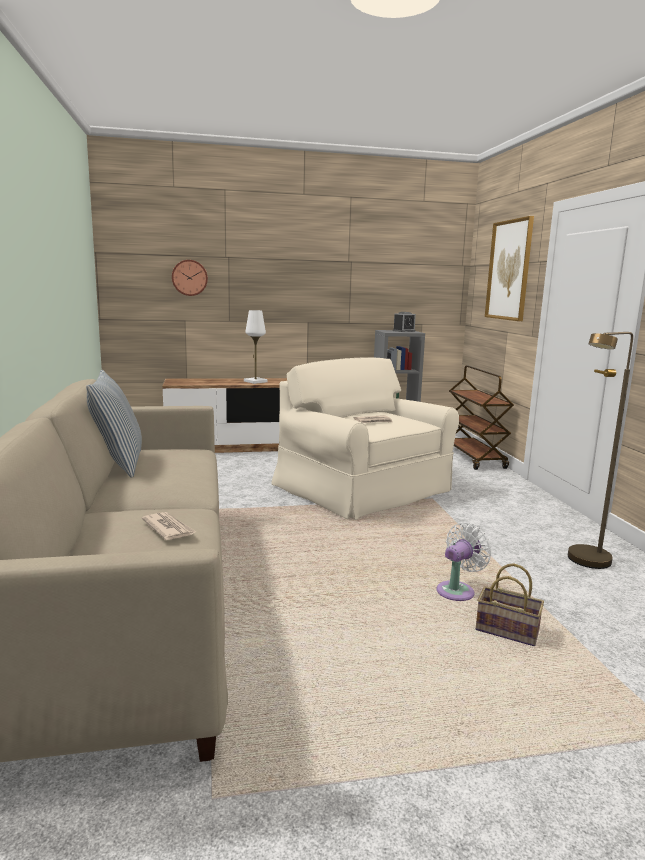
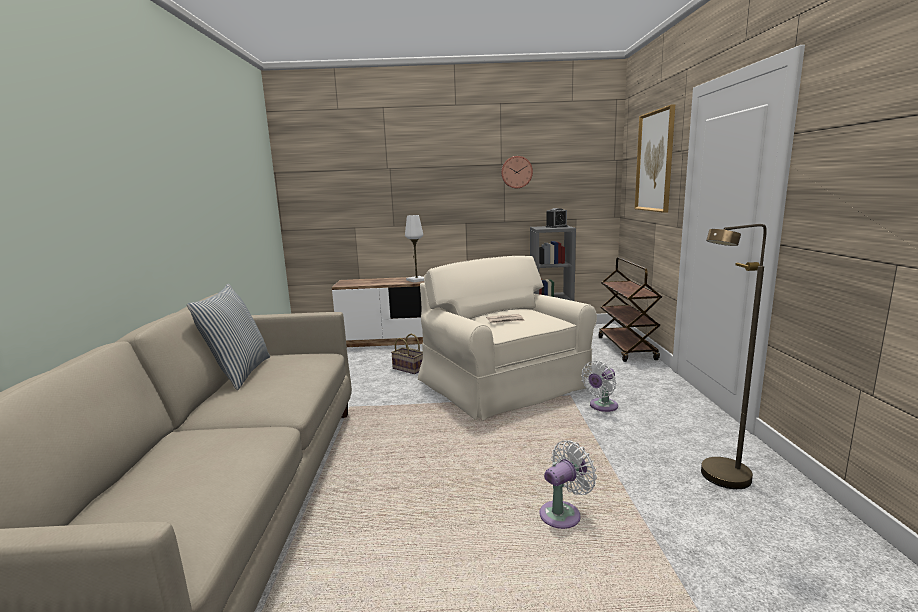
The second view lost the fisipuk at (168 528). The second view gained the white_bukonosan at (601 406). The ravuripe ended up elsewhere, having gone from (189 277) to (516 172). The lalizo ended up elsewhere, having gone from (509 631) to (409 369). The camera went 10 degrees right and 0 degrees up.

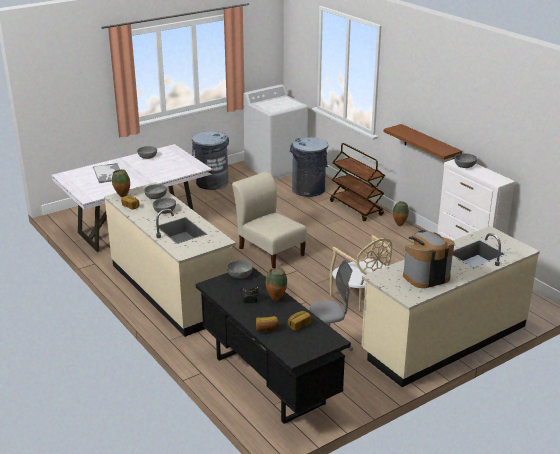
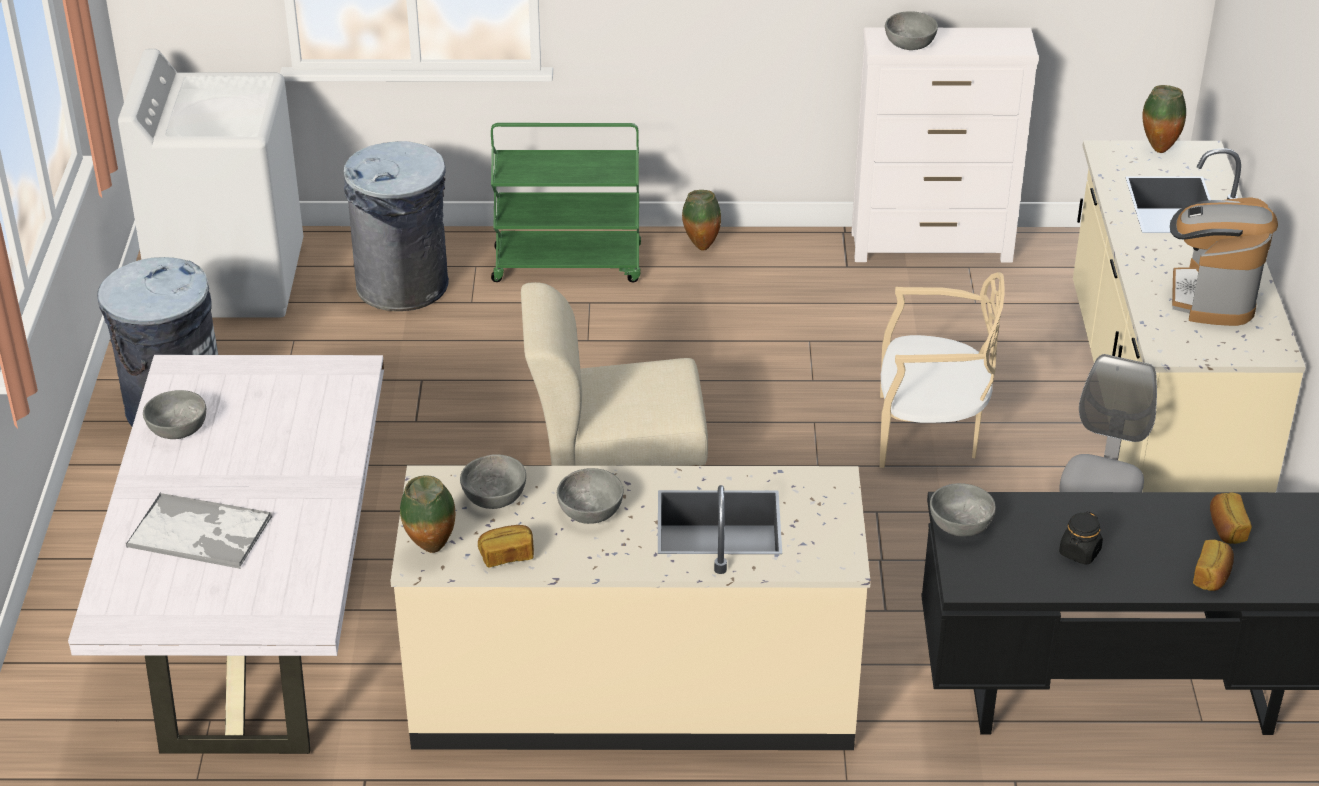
The second view lost the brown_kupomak at (429 146). The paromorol ended up elsewhere, having gone from (276 299) to (1157 149). What was the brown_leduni at (356 208) turned into the green_leduni at (568 264). The camera went 55 degrees left and 10 degrees up.

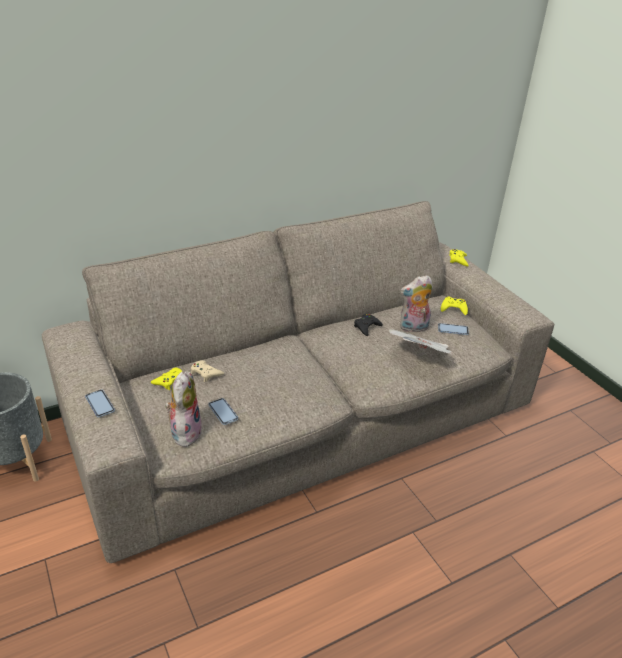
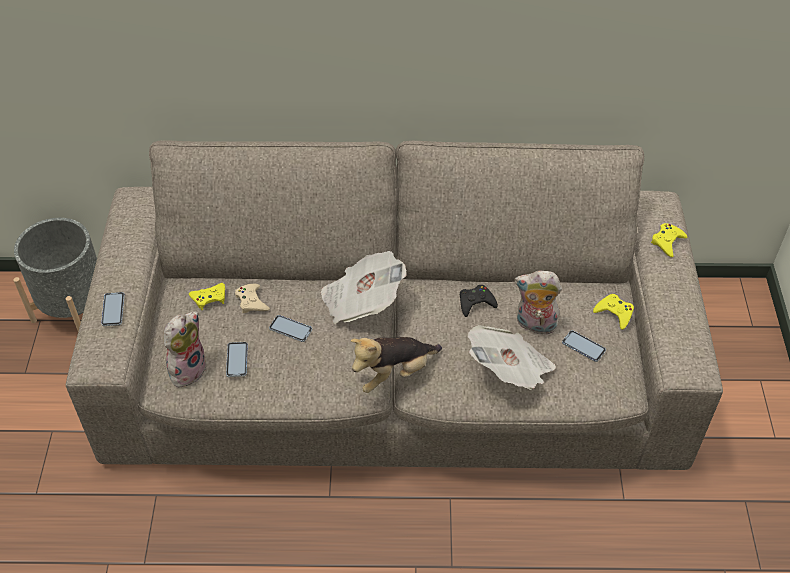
The second view gained the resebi at (290 329). The second view gained the fisipuk at (362 301). The second view gained the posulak at (393 373). The camera went 30 degrees right and 15 degrees up.

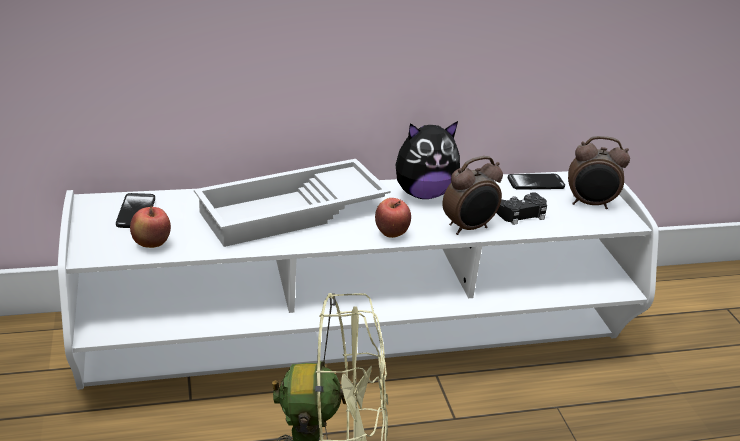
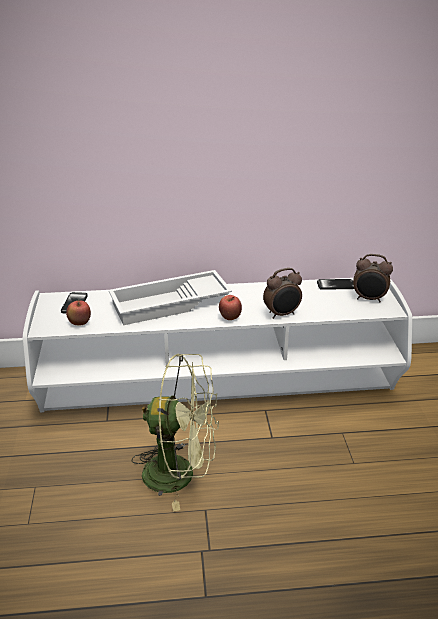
The second view lost the posulak at (422 193). The second view lost the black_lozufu at (520 213). The camera went 10 degrees right and 0 degrees up.

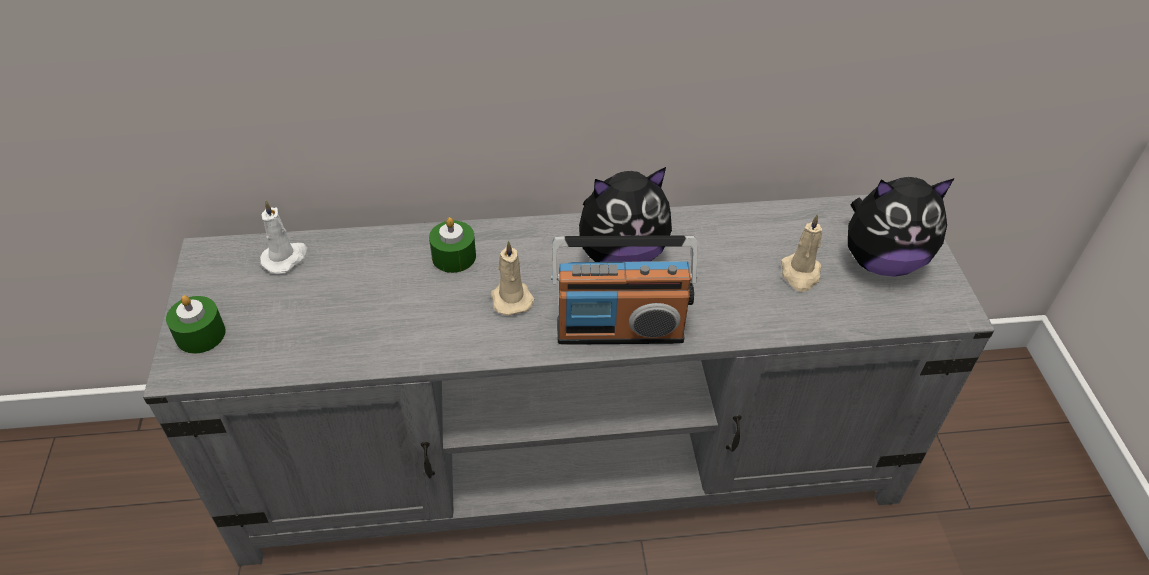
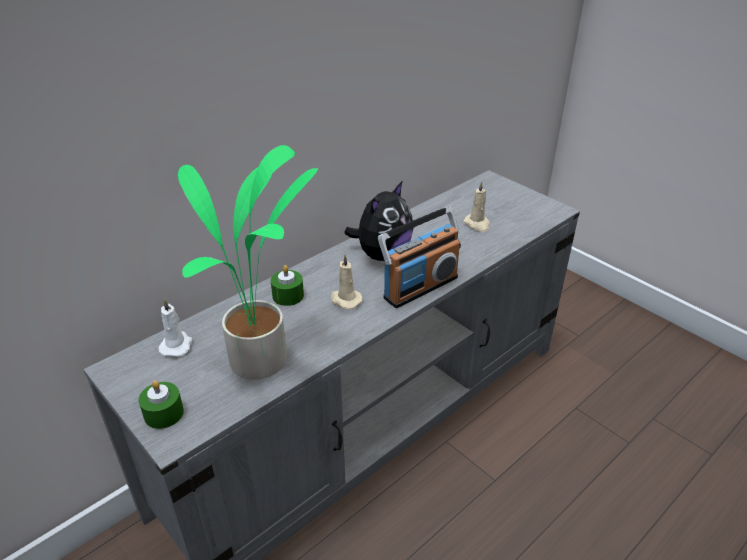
The second view lost the posulak at (881 261). The second view gained the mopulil at (263 361). The camera went 35 degrees left and 10 degrees down.

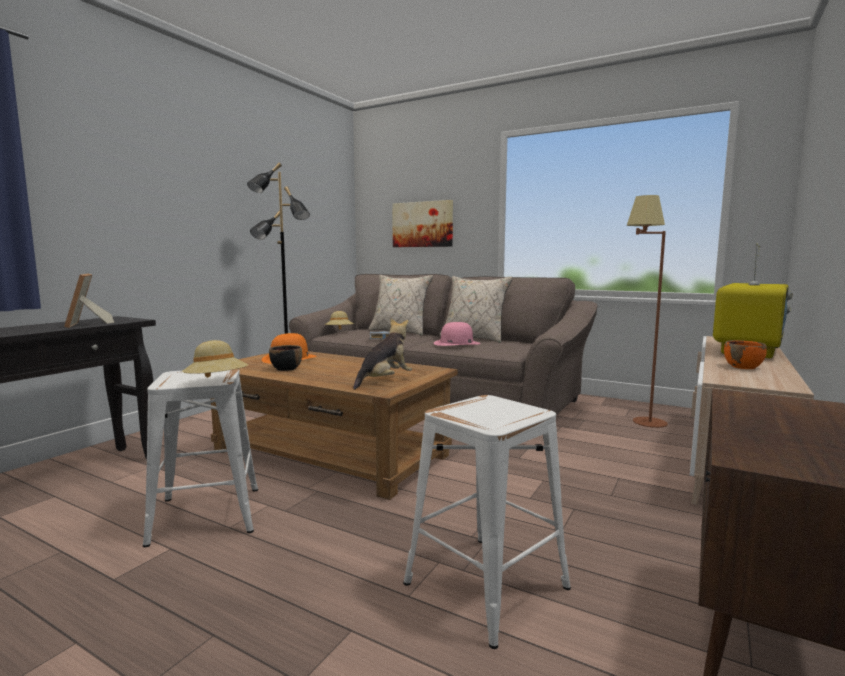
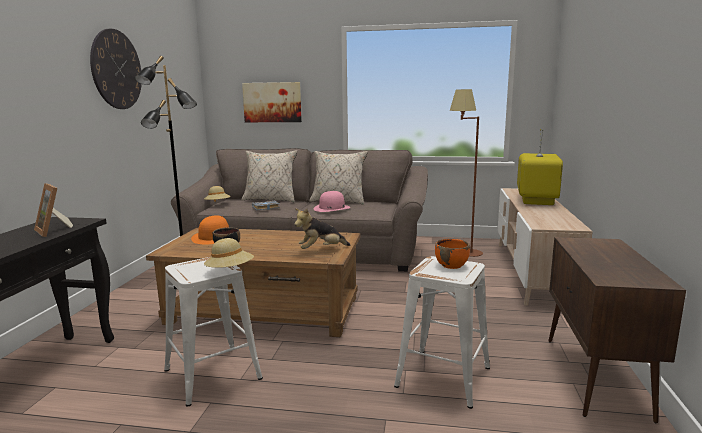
The second view gained the ravuripe at (116 69). The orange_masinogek ended up elsewhere, having gone from (743 367) to (451 265). The posulak at (384 381) ended up facing another way, 135 degrees counterclockwise from before. The camera went 20 degrees left and 5 degrees up.

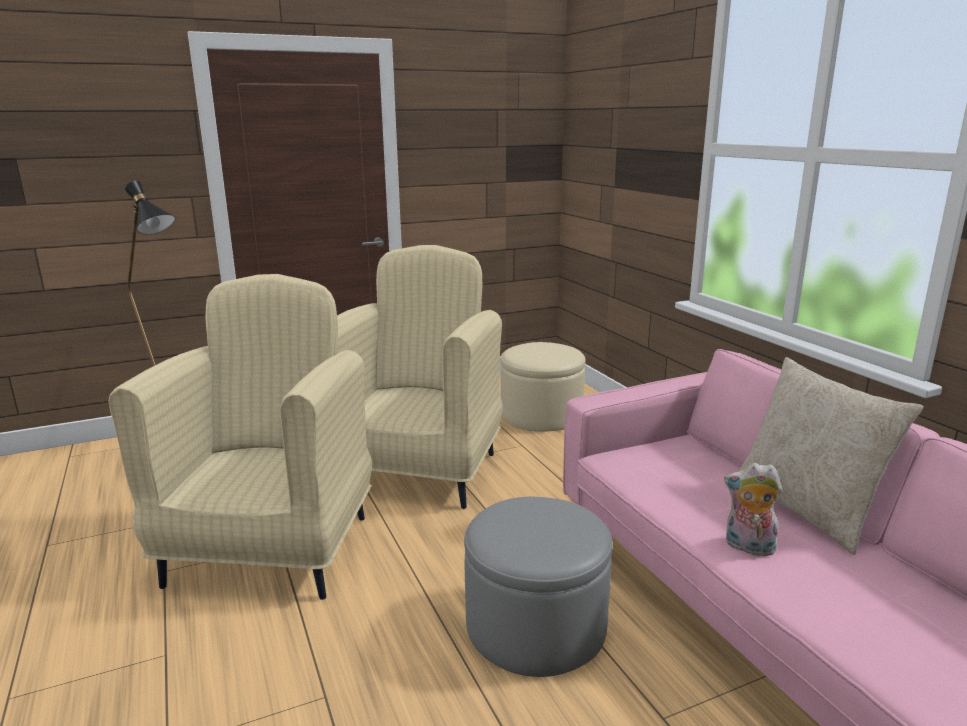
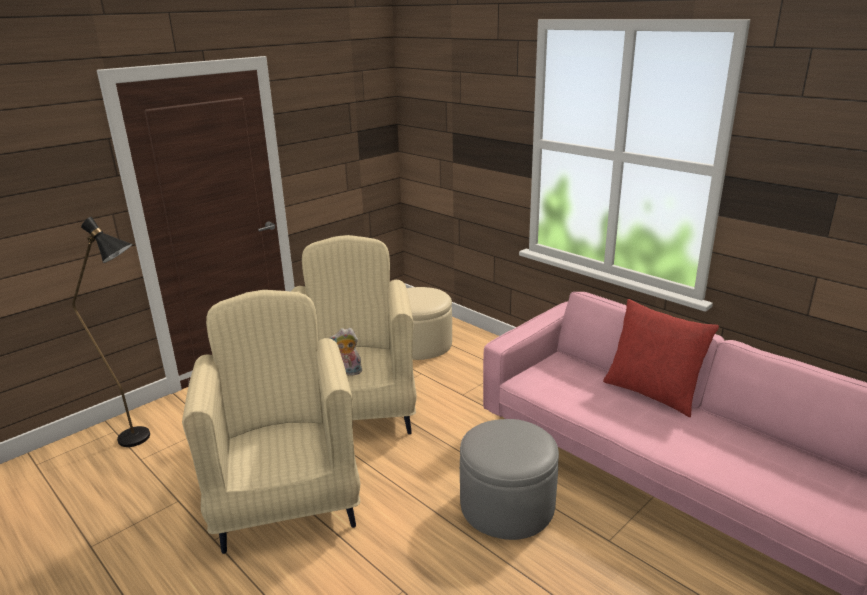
The posulak ended up elsewhere, having gone from (748 547) to (348 372). What was the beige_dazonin at (806 509) turned into the red_dazonin at (652 392). The camera went 20 degrees left and 5 degrees up.

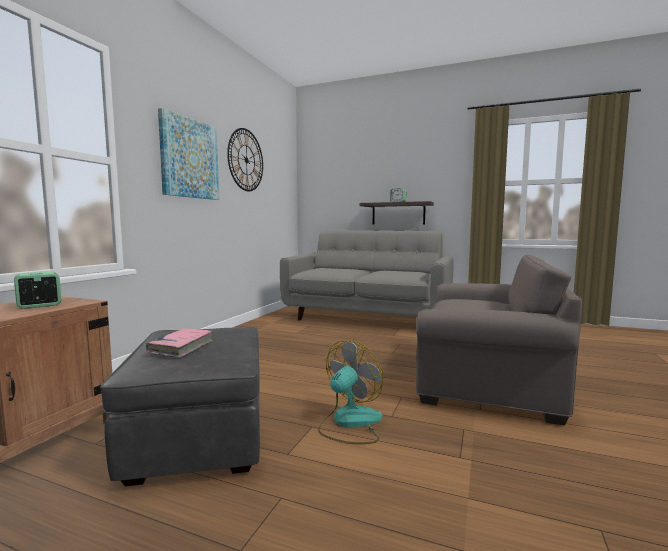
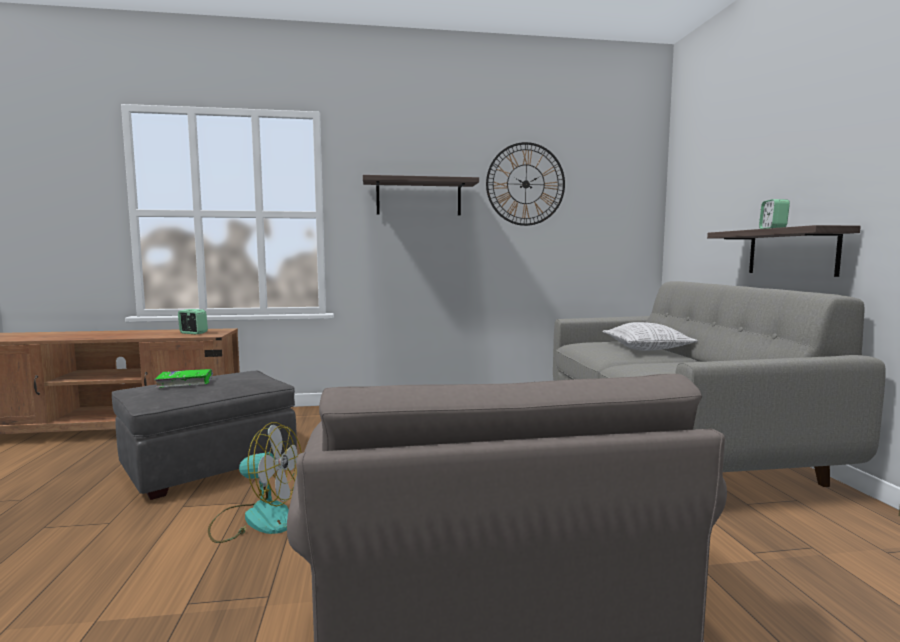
The second view gained the dazonin at (647 348). Where the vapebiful hung at (189 158), the kupomak came to hang at (419 197). What was the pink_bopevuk at (181 348) turned into the green_bopevuk at (185 383). The camera went 60 degrees right and 0 degrees up.

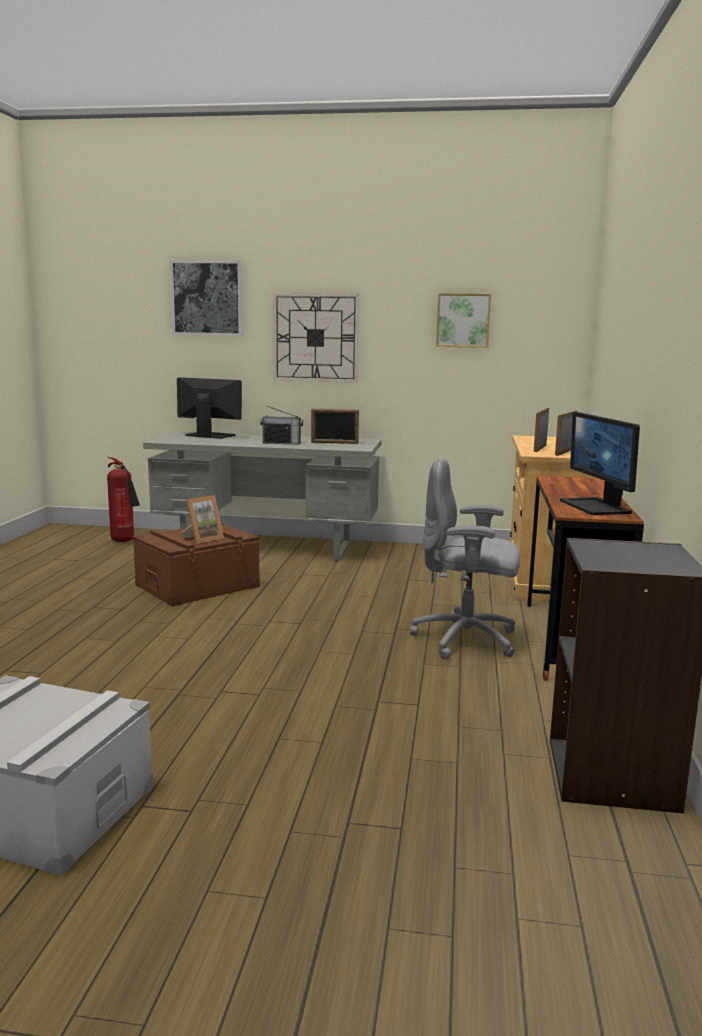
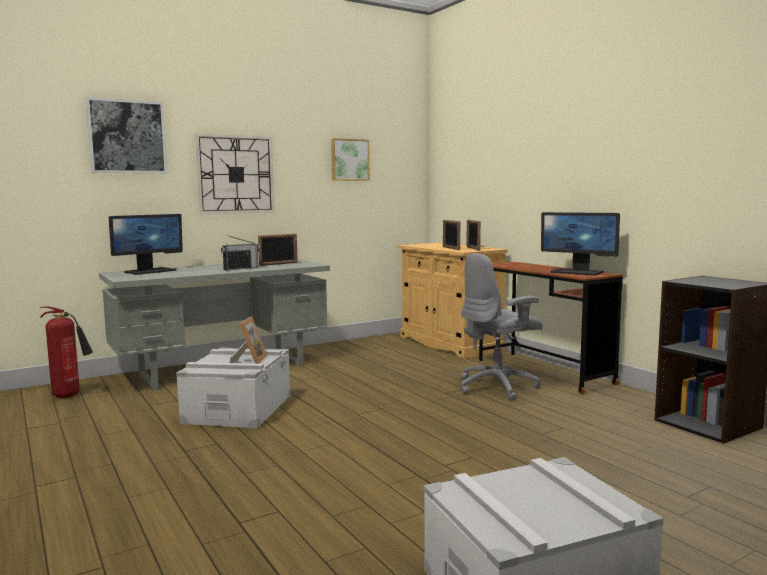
What was the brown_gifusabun at (197 586) turned into the grey_gifusabun at (238 409). The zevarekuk at (209 435) ended up facing another way, 150 degrees clockwise from before. The camera went 40 degrees left and 5 degrees down.

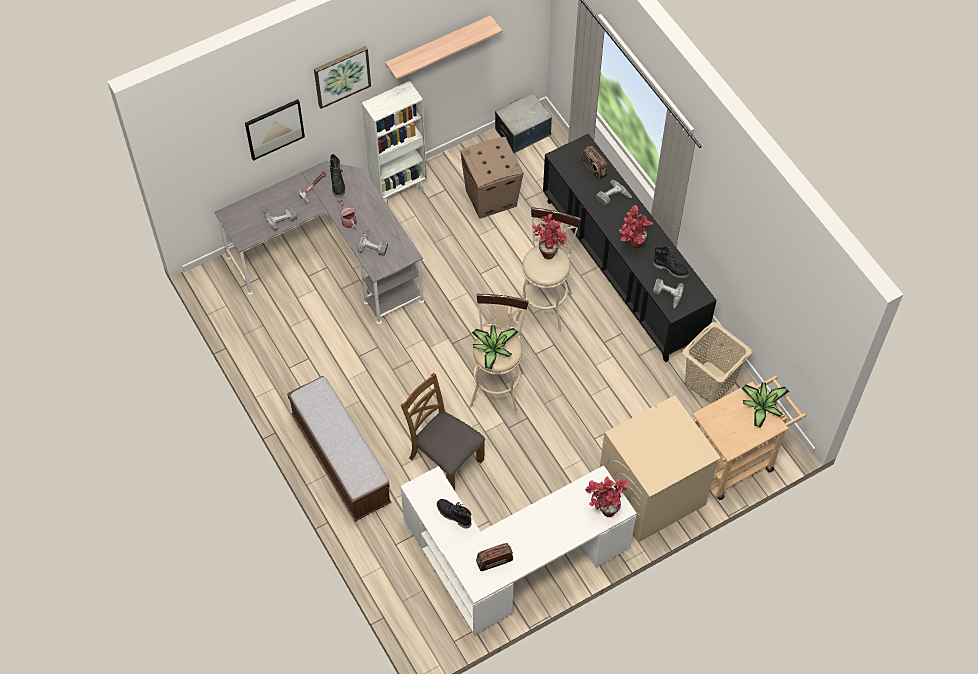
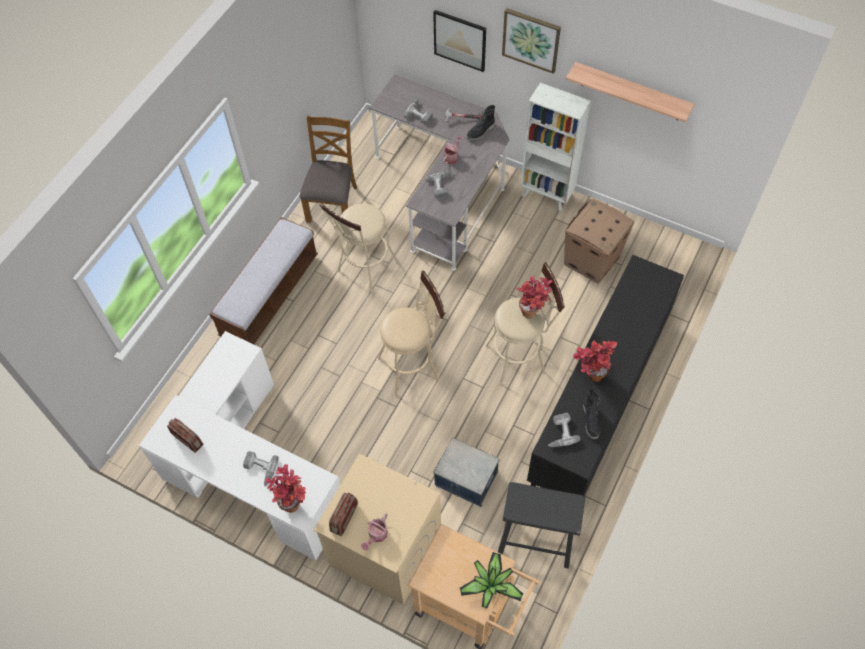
The second view lost the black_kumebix at (453 515). The second view lost the mopulil at (493 349). The second view gained the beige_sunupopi at (364 270). The second view gained the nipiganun at (376 535). The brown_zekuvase ended up elsewhere, having gone from (445 459) to (333 203). The gifusabun ended up elsewhere, having gone from (523 132) to (466 479). The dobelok ended up elsewhere, having gone from (593 169) to (344 517). The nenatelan ended up elsewhere, having gone from (613 197) to (259 470). Where the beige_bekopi stood at (709 383), the black_sunupopi came to stand at (535 538). The camera went 60 degrees right and 0 degrees up.

